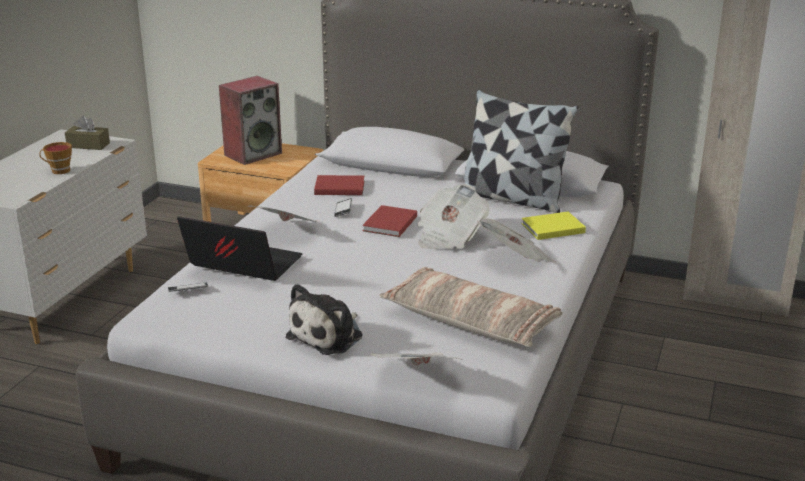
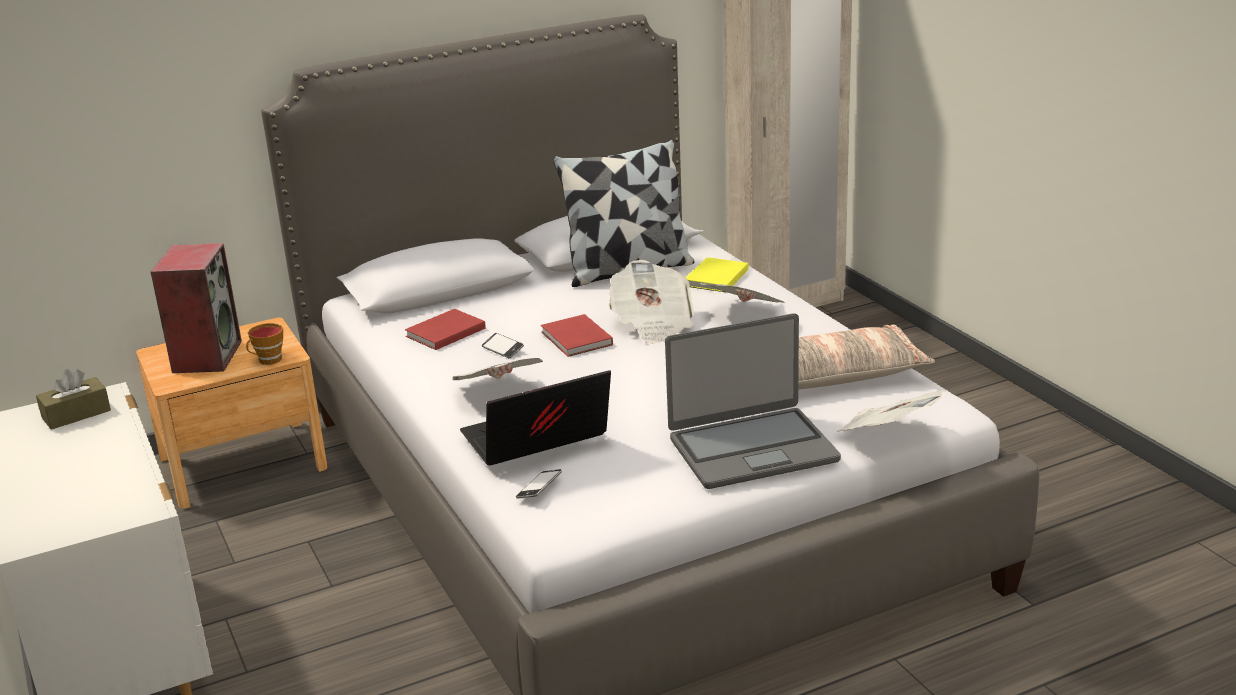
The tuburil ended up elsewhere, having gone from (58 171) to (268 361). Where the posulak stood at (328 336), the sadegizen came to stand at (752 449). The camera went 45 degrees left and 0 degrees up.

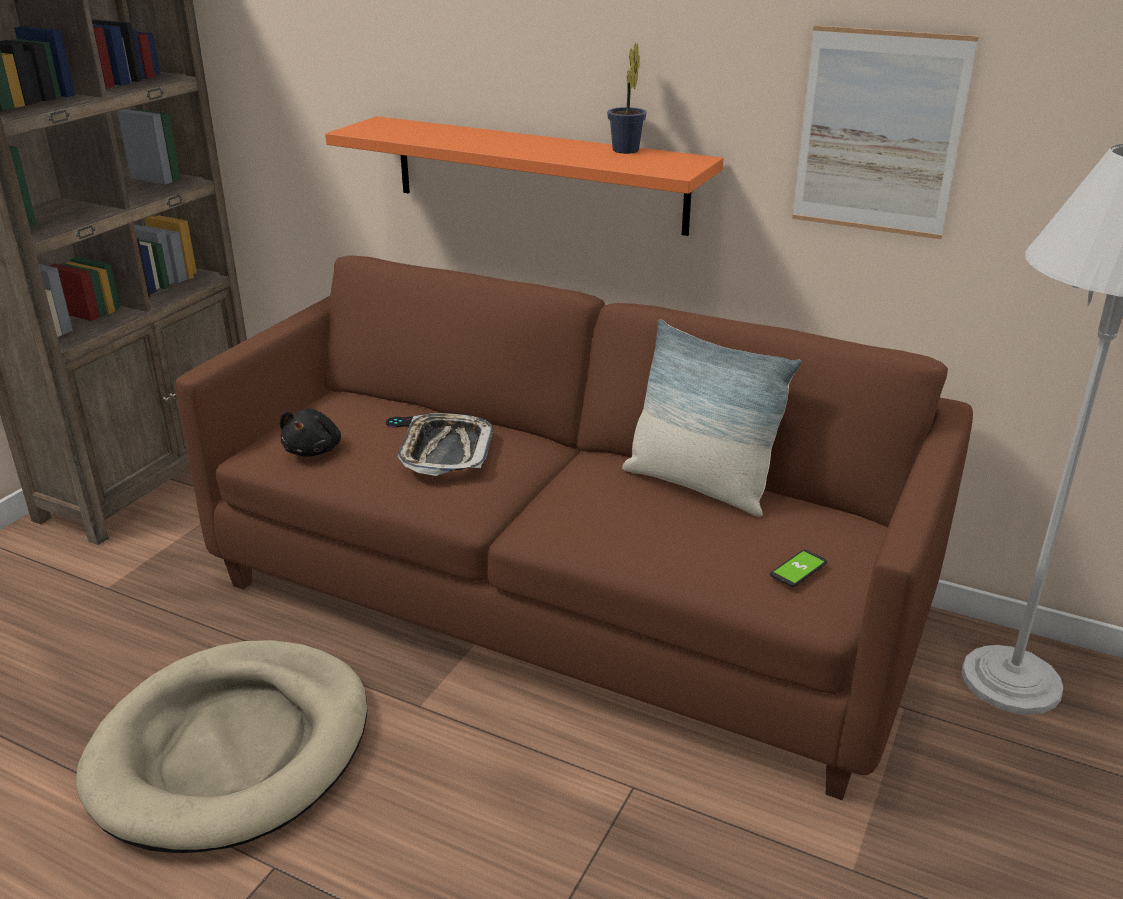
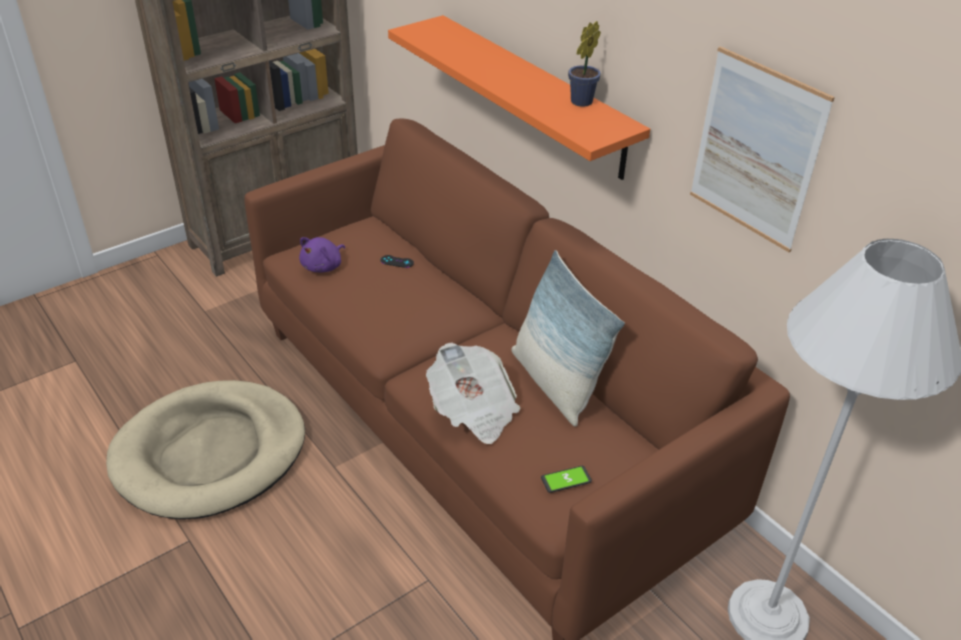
The second view lost the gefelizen at (446 451). The second view gained the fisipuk at (473 410). What was the black_posulak at (314 450) turned into the purple_posulak at (323 266). The camera went 25 degrees right and 10 degrees up.

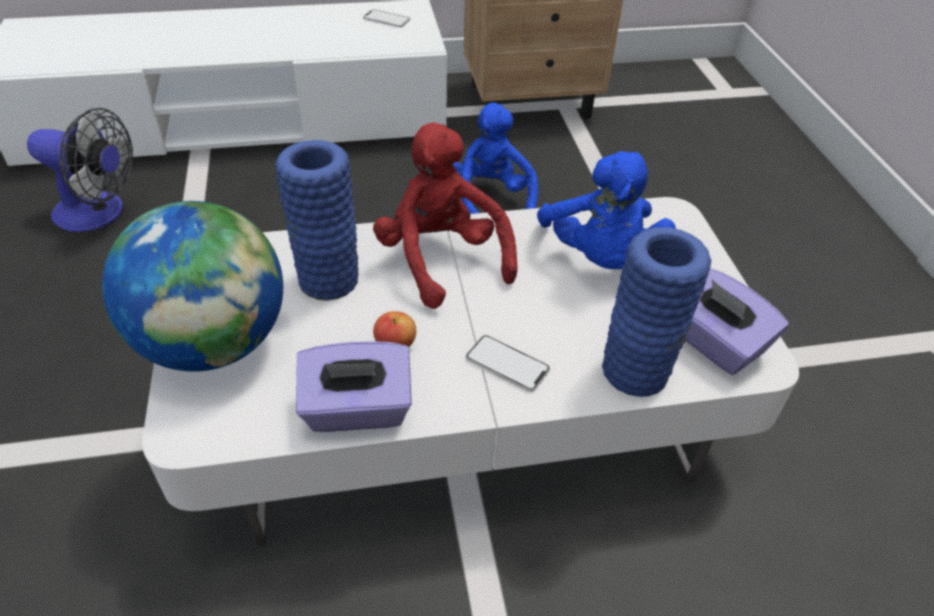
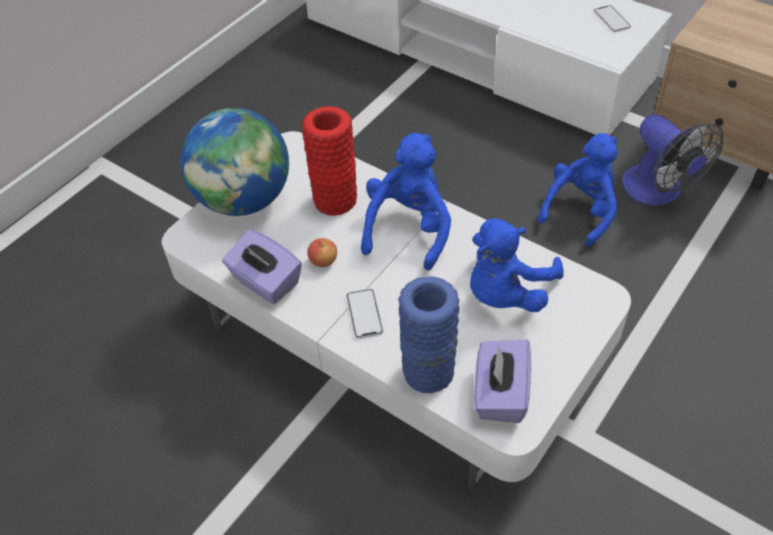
The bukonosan ended up elsewhere, having gone from (99 214) to (658 192). What was the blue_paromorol at (328 278) turned into the red_paromorol at (335 199). What was the red_posulak at (441 259) turned into the blue_posulak at (408 228). The camera went 50 degrees right and 5 degrees up.

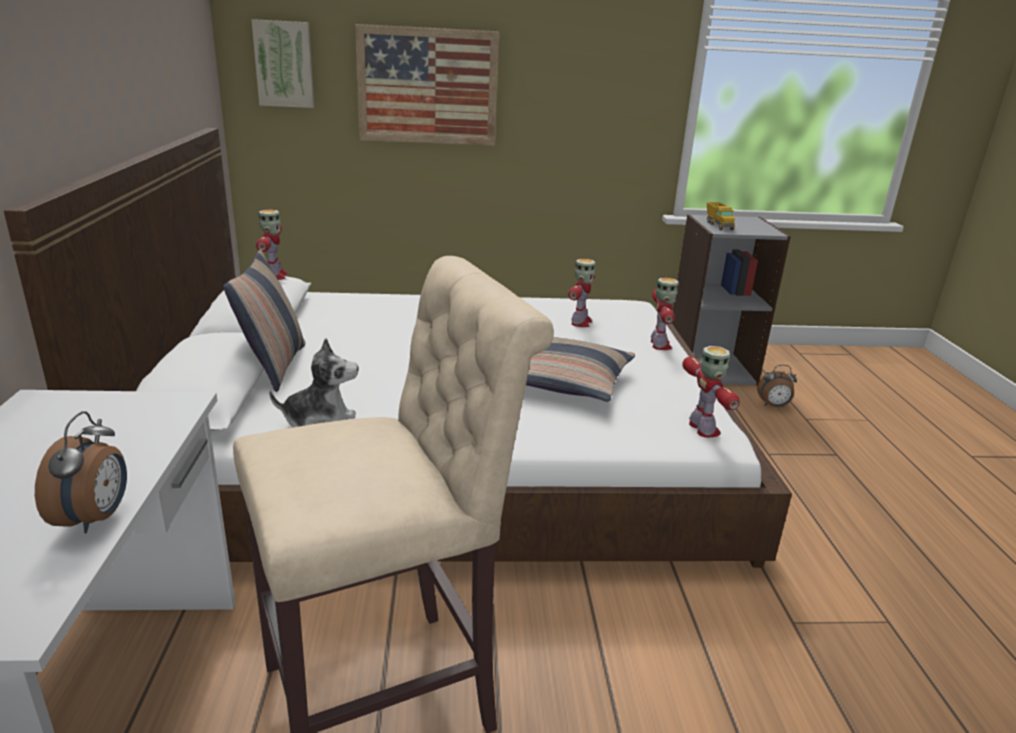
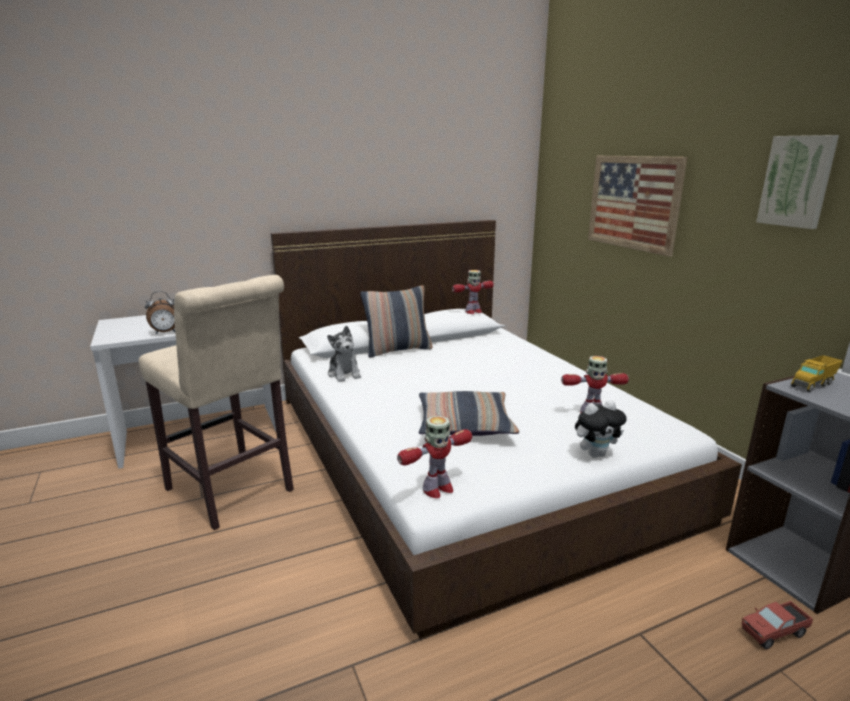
The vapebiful ended up elsewhere, having gone from (284 64) to (797 181). Where the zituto stood at (659 345), the posulak came to stand at (596 454). Where the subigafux stood at (773 406), the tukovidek came to stand at (773 633). The camera went 70 degrees right and 5 degrees down.

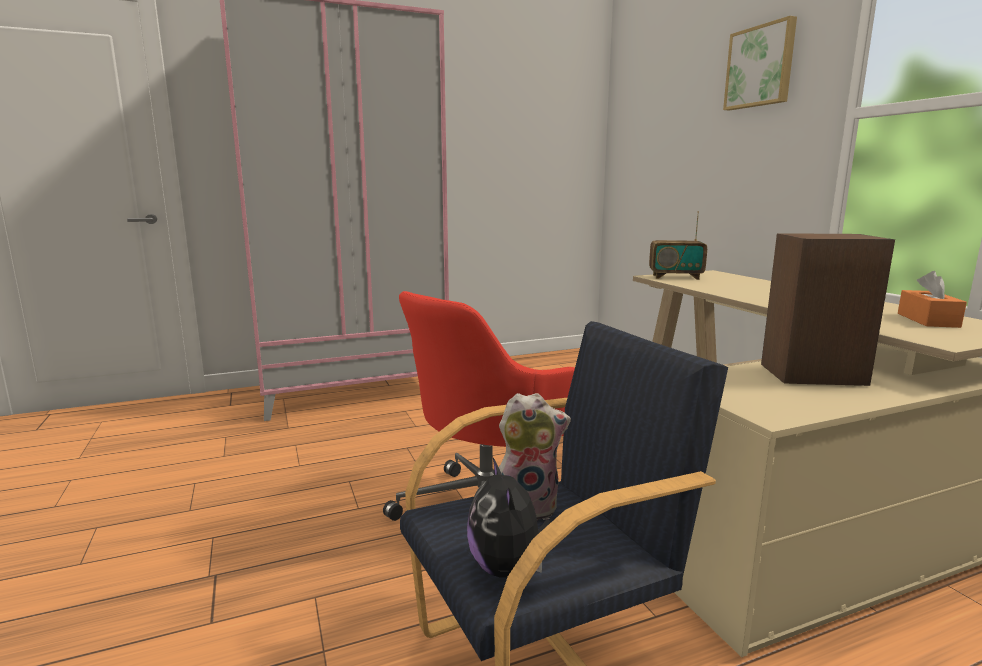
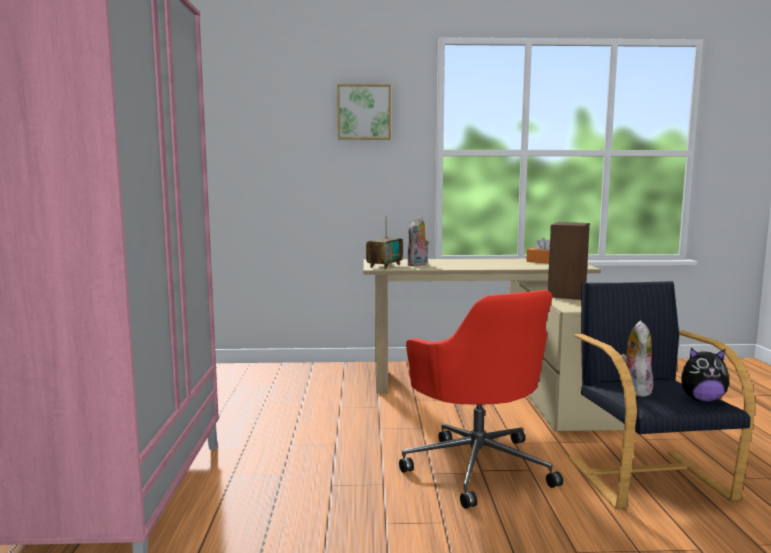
The second view gained the posulak at (418 265). The camera went 70 degrees left and 5 degrees down.

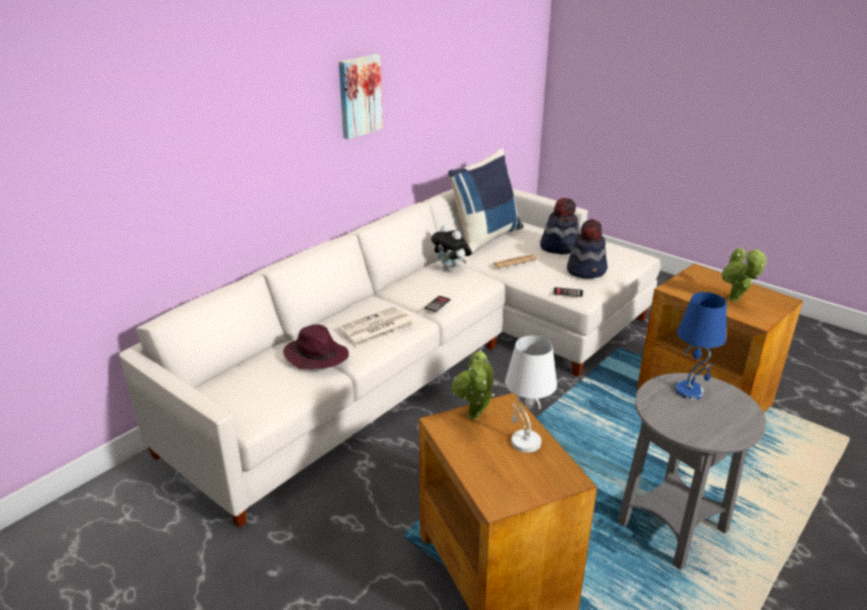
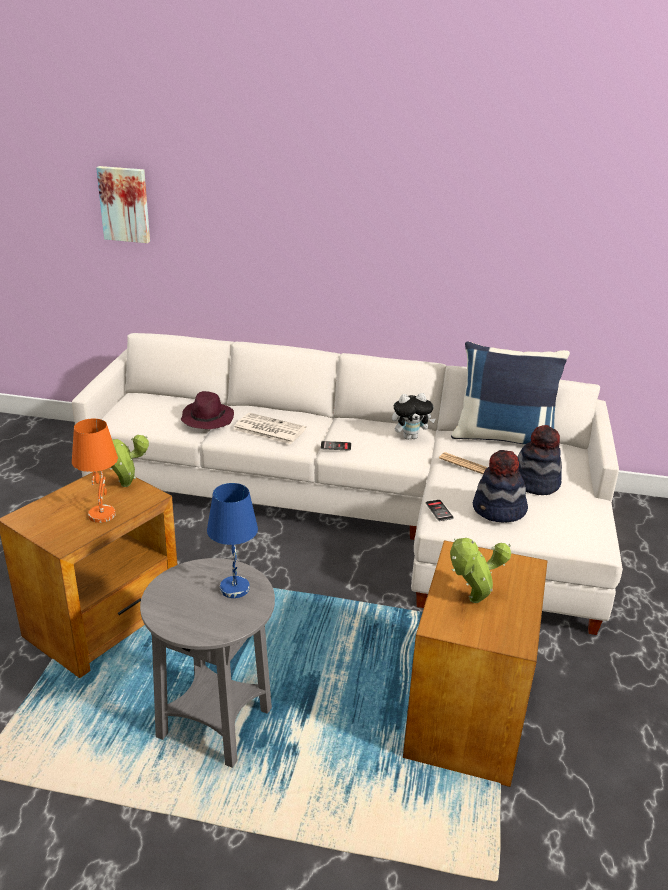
The vapebiful ended up elsewhere, having gone from (359 96) to (125 204). What was the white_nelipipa at (525 442) turned into the orange_nelipipa at (102 514). The posulak at (451 269) ended up facing another way, 120 degrees counterclockwise from before. The camera went 60 degrees right and 0 degrees up.

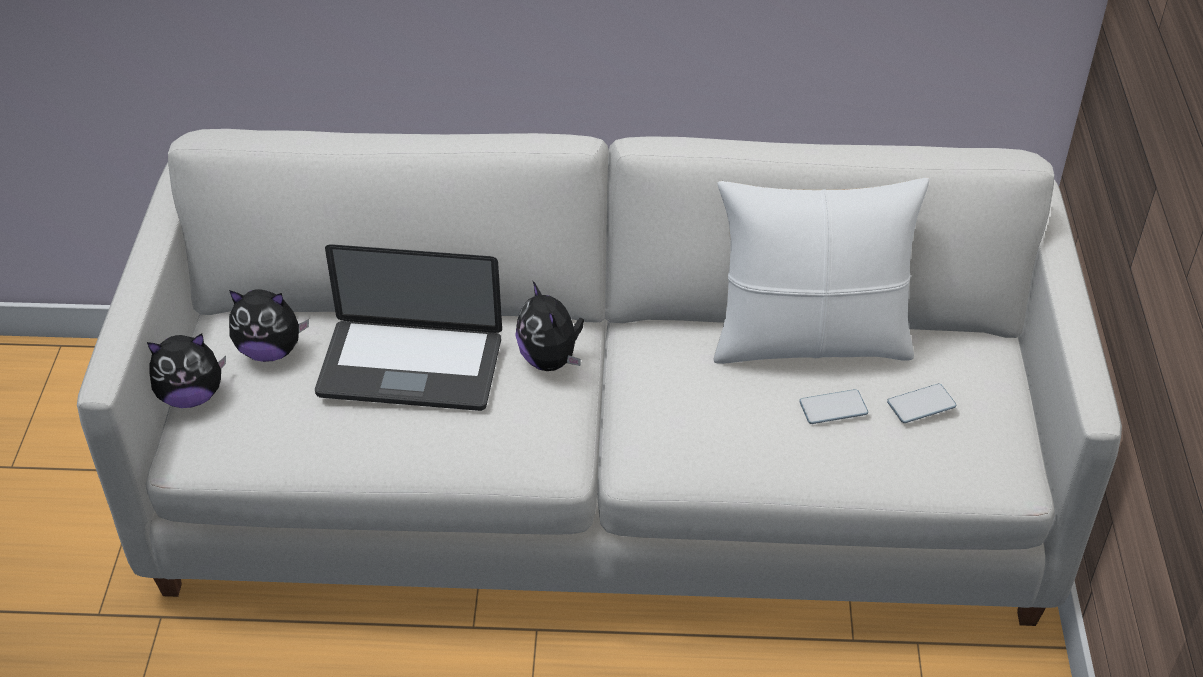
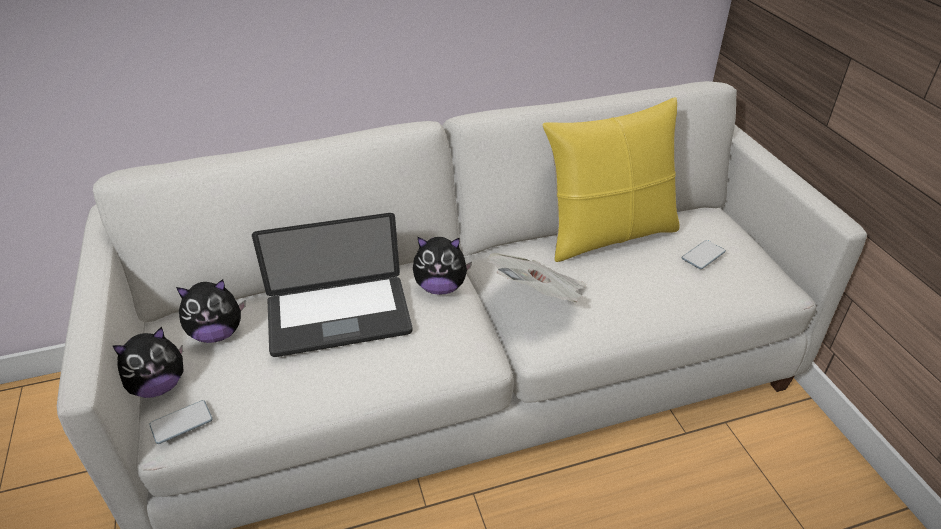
The second view gained the fisipuk at (539 297). The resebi ended up elsewhere, having gone from (833 408) to (181 423). What was the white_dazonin at (810 341) turned into the yellow_dazonin at (608 234). The posulak at (551 359) ended up facing another way, 45 degrees counterclockwise from before. The camera went 20 degrees left and 5 degrees down.

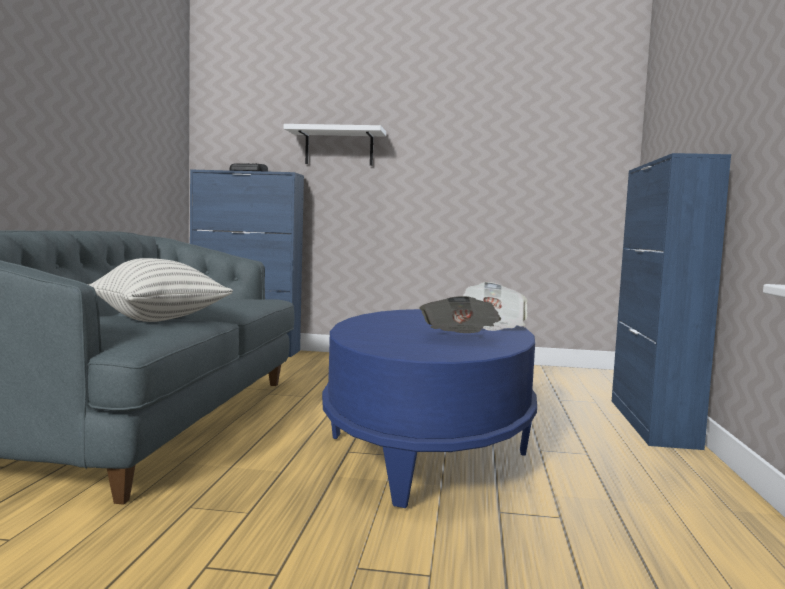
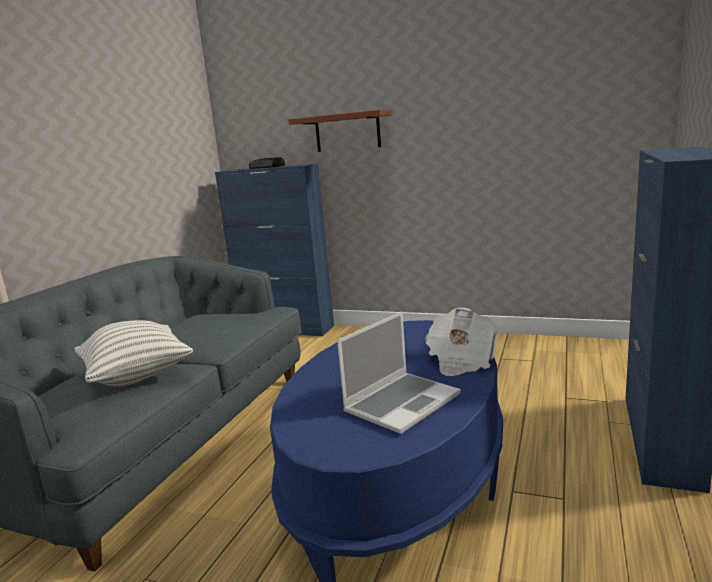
Where the fisipuk stood at (459 339), the sadegizen came to stand at (402 403). What was the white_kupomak at (339 147) turned into the brown_kupomak at (347 132). The camera went 15 degrees right and 10 degrees up.

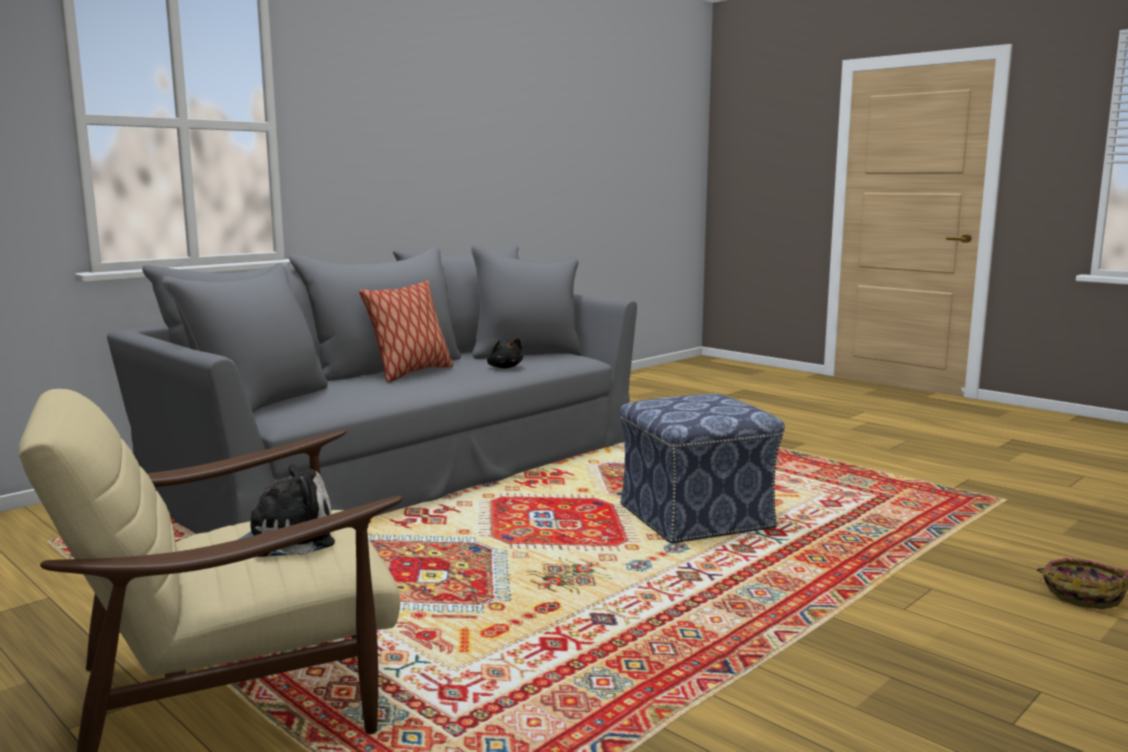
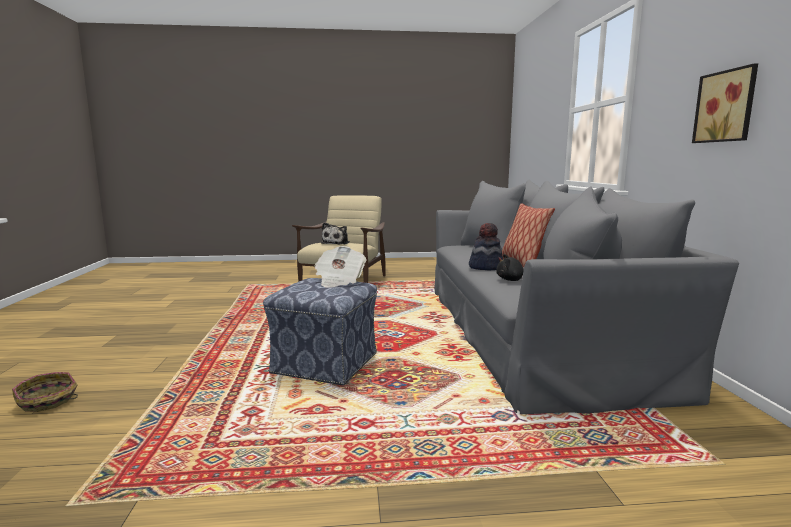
The second view gained the fisipuk at (339 281). The second view gained the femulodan at (485 267). The second view gained the vapebiful at (727 106). The camera went 130 degrees right and 0 degrees up.

